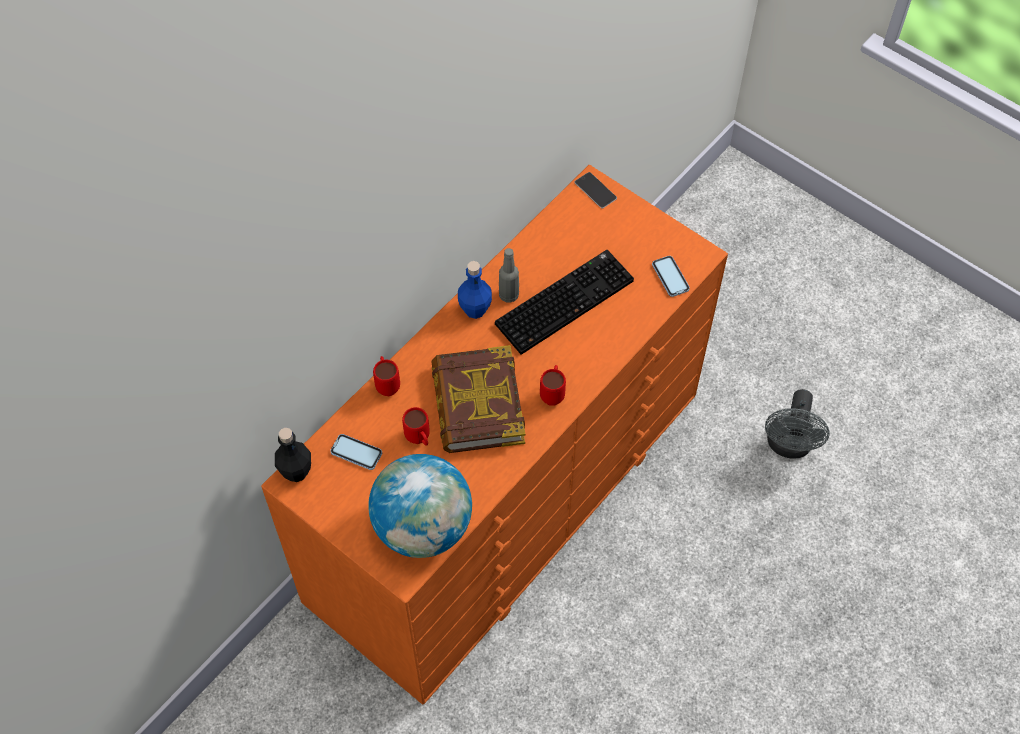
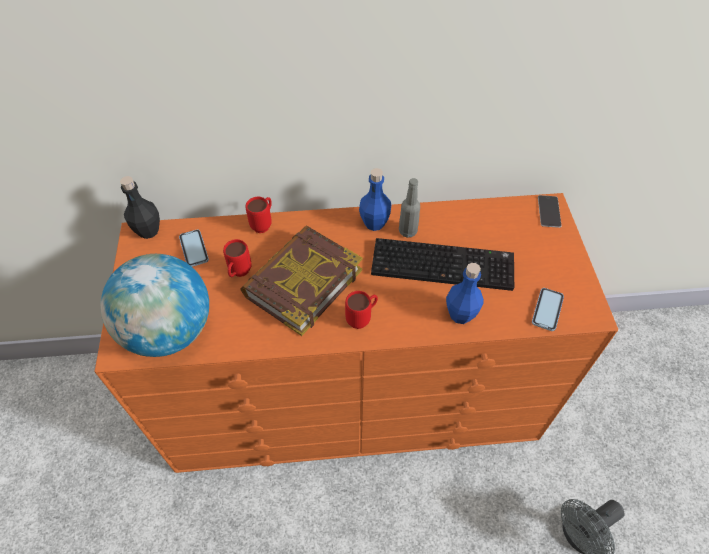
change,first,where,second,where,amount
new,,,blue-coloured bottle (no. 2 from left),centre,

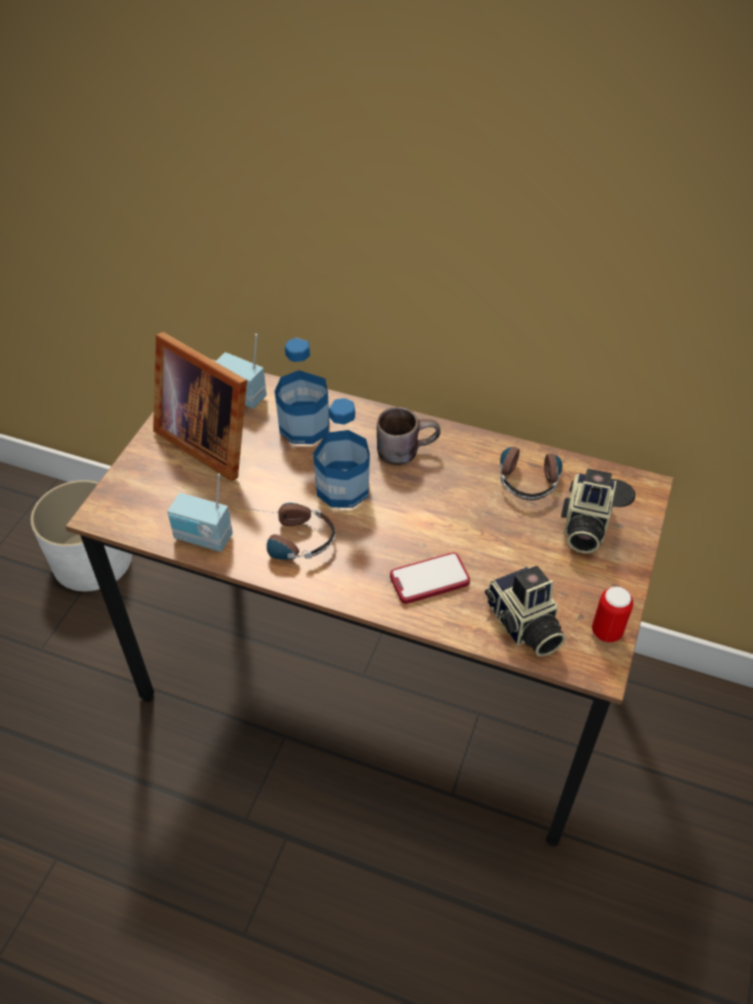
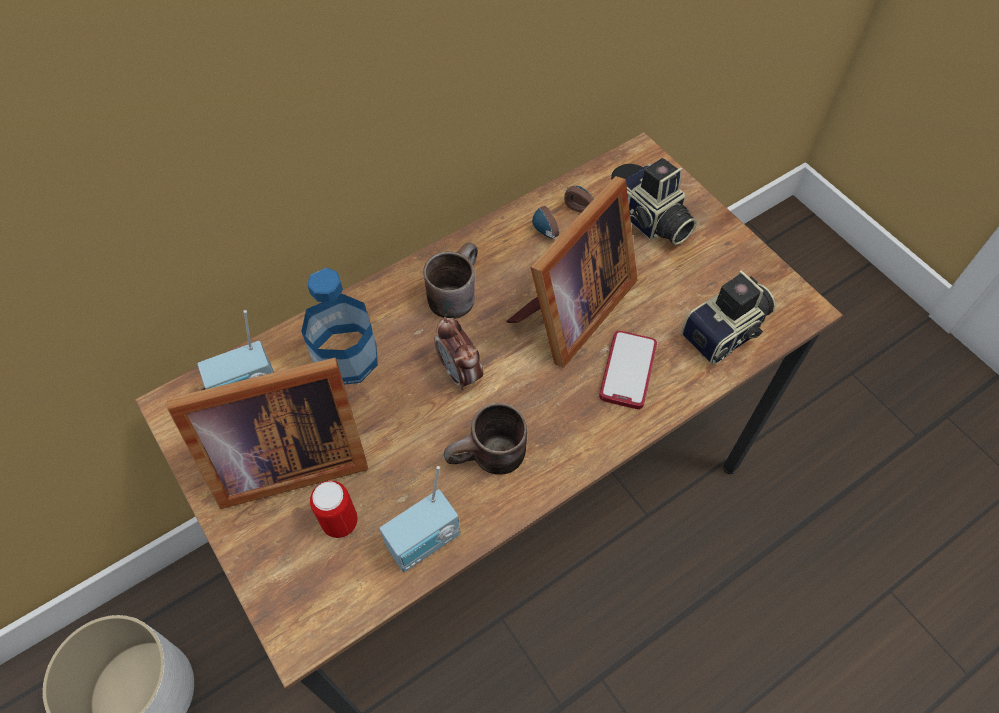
change,first,where,second,where,amount
swapped,headset (no. 1 from left),centre,brown coffee mug (no. 2 from left),centre,
swapped,bottle (no. 2 from left),centre,table clock,centre,
rotated,photo camera (no. 1 from left in the first image),middle right,photo camera (no. 2 from left),middle right,45 degrees counterclockwise
shifted,metal can,middle right,,bottom centre,
new,,,standing frame (no. 2 from left),centre,

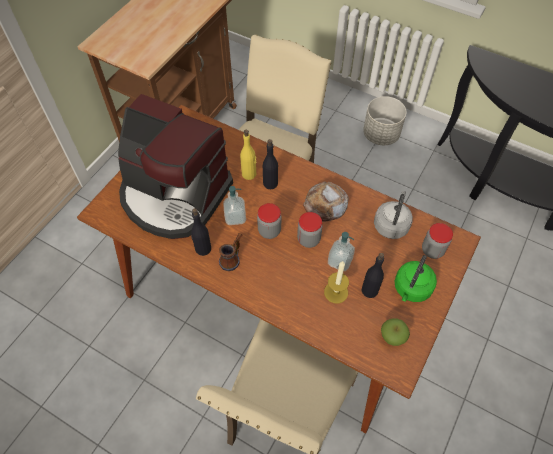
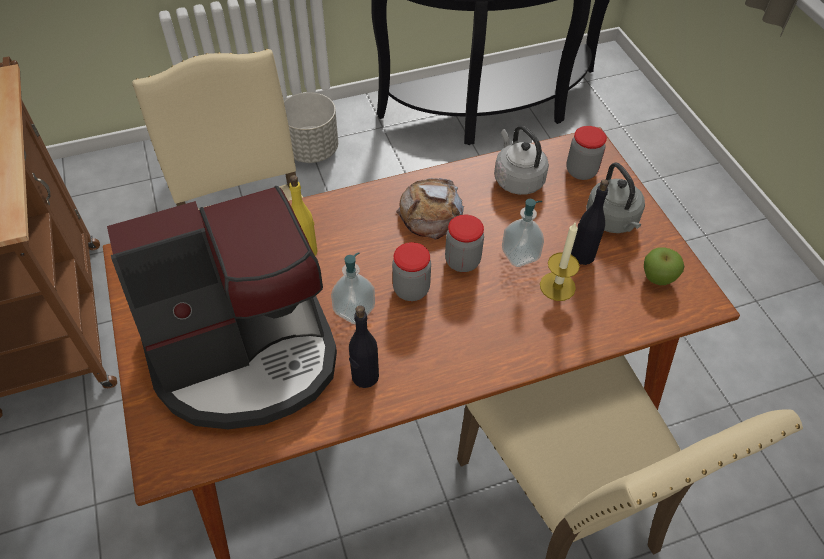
change,first,where,second,where,amount
gone,coffee mug,centre,,,
gone,black bottle (no. 2 from left),centre,,,
repainted,green-coloured water kettle,middle right,greyish water kettle (no. 2 from left),middle right,

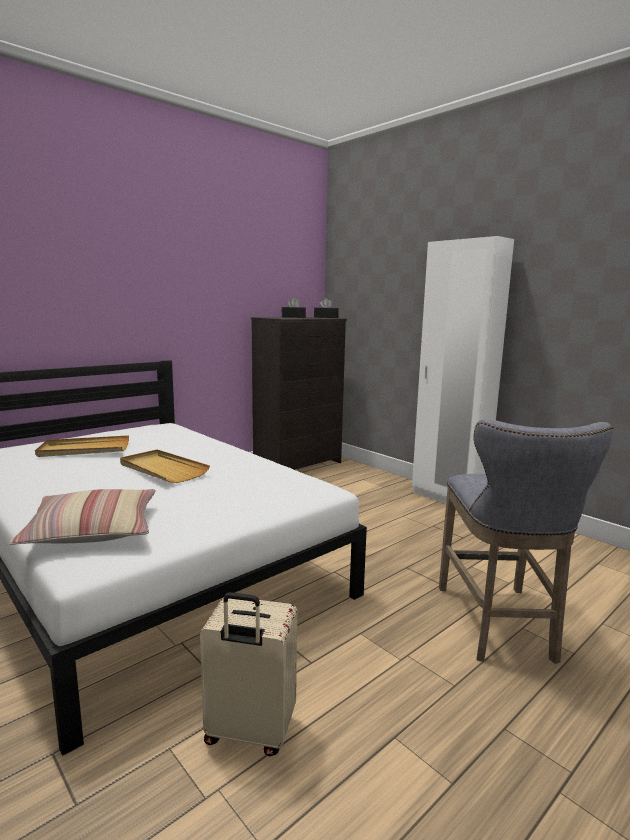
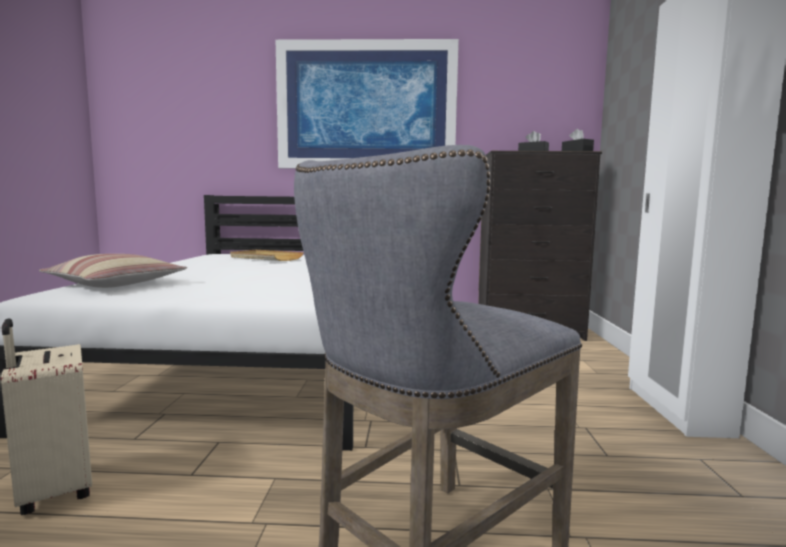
change,first,where,second,where,amount
gone,beige carrying tray (no. 2 from left),middle left,,,
new,,,picture,top centre,

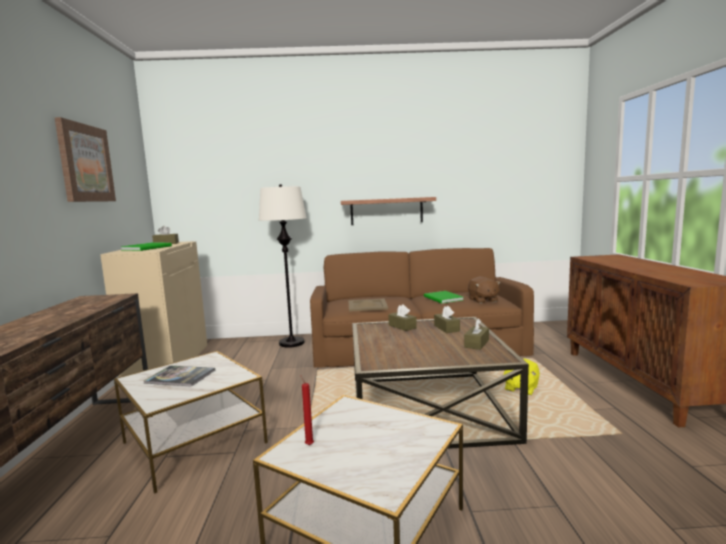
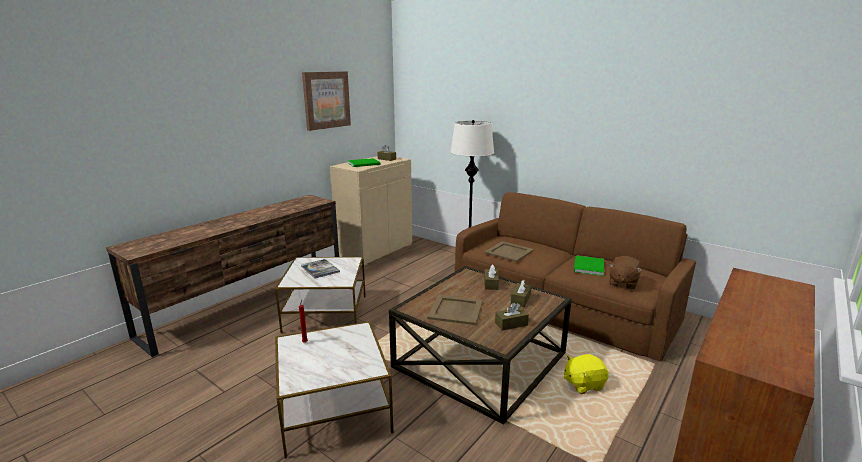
change,first,where,second,where,amount
gone,bracket shelf,centre,,,
new,,,beige carrying tray (no. 1 from left),bottom centre,

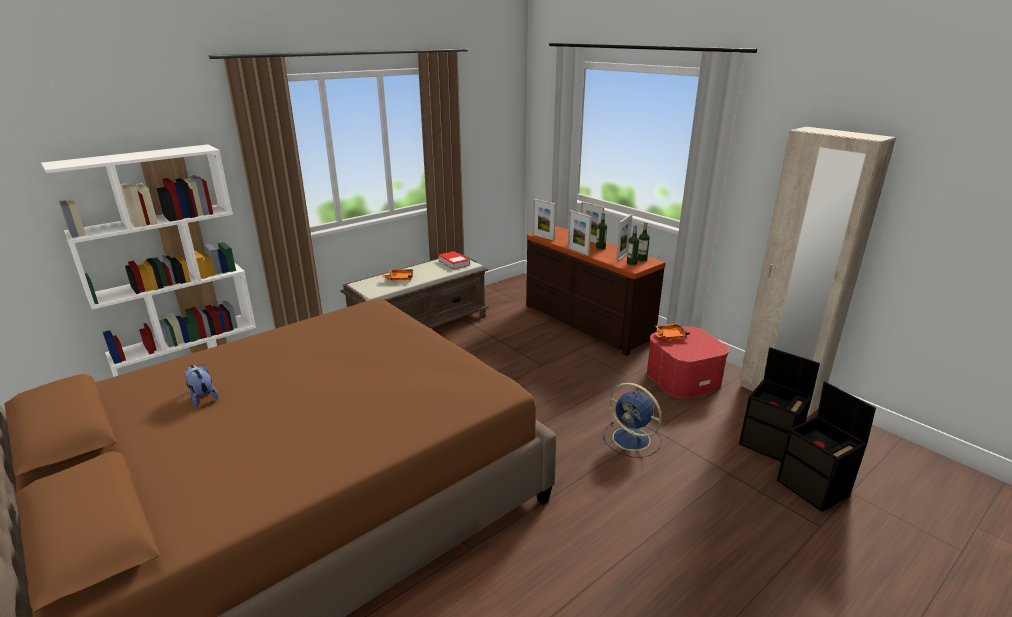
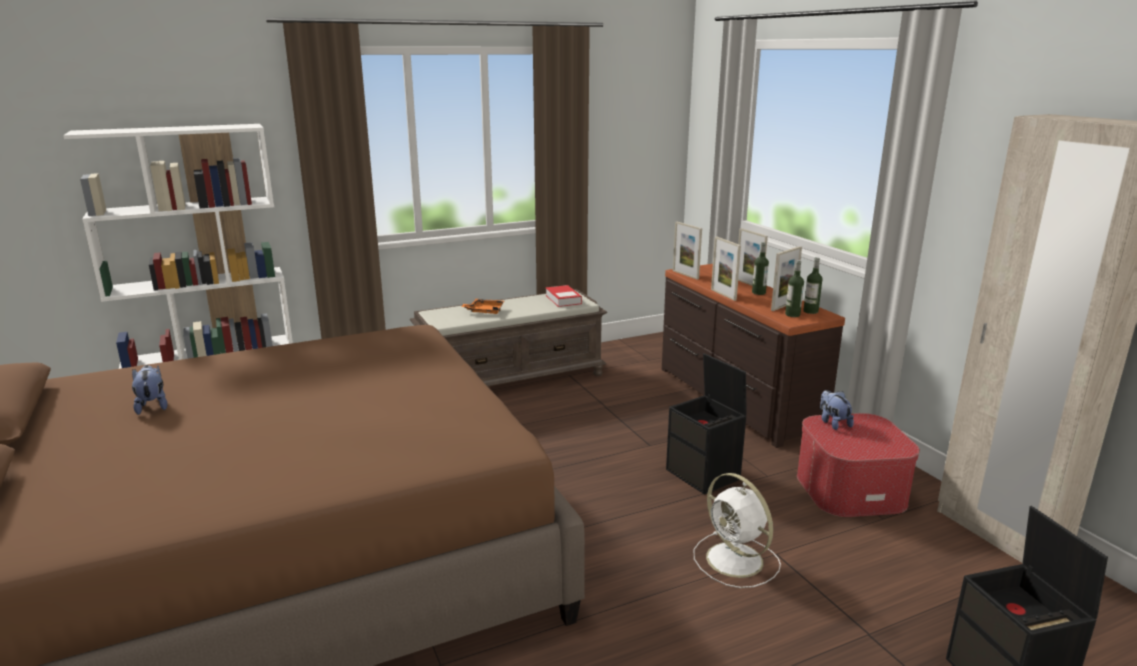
change,first,where,second,where,amount
repainted,blue-coloured cooling fan,bottom centre,white cooling fan,bottom centre,
swapped,orange-coloured carrying tray (no. 2 from left),centre,cuddly toy (no. 2 from left),middle right,
shifted,black storage box (no. 1 from left),middle right,,centre,

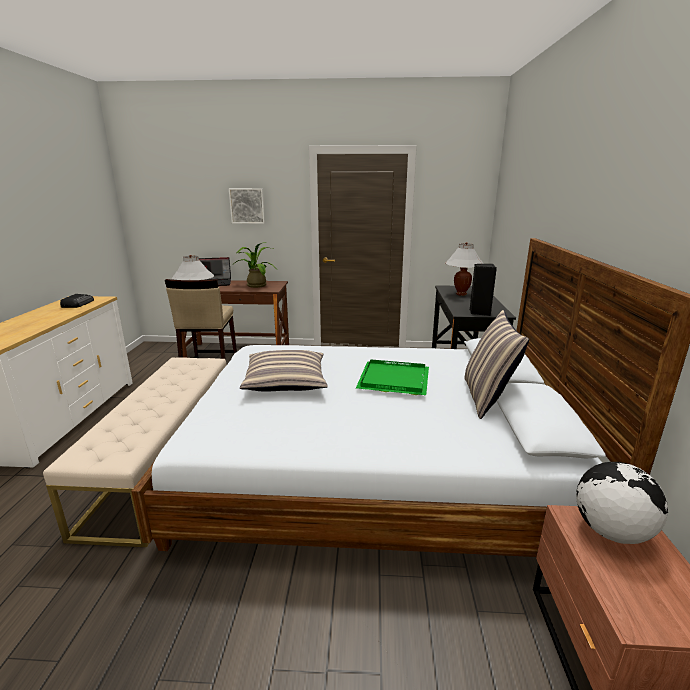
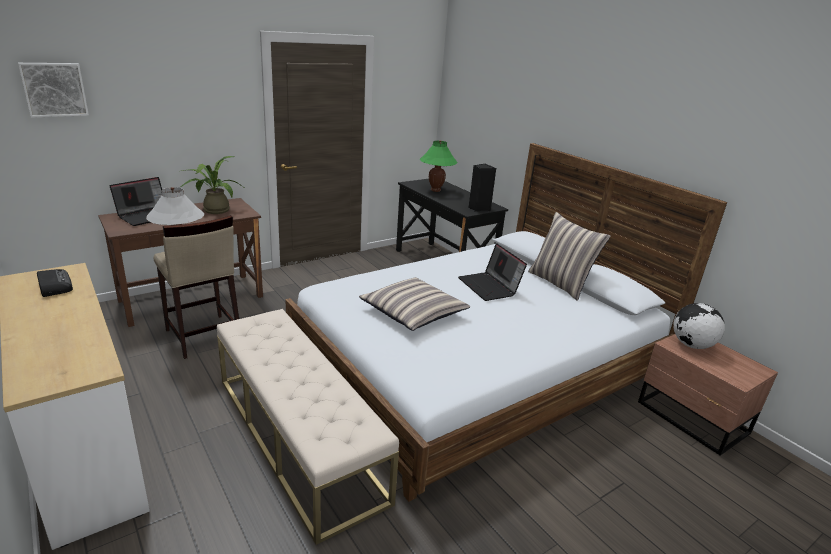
change,first,where,second,where,amount
shifted,picture,top centre,,top left,
swapped,green-coloured carrying tray,centre,notebook computer (no. 2 from left),centre,
repainted,white lamp for a table (no. 2 from left),middle right,green-coloured lamp for a table,top centre,

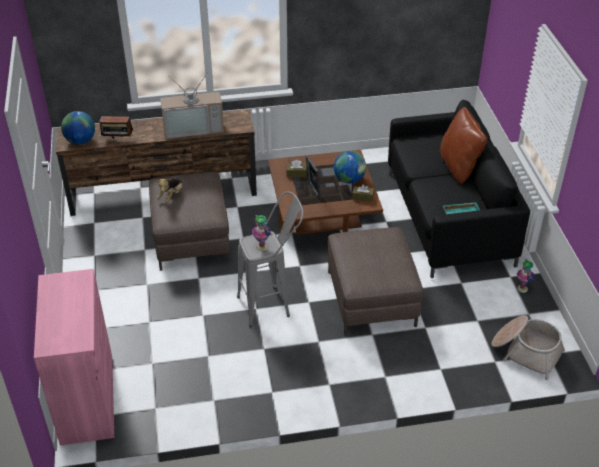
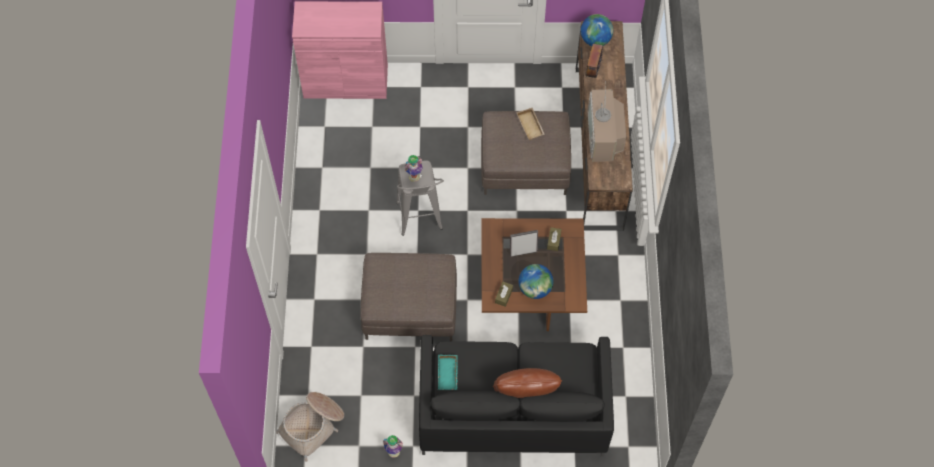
change,first,where,second,where,amount
swapped,cuddly toy,middle left,beige carrying tray,top centre,

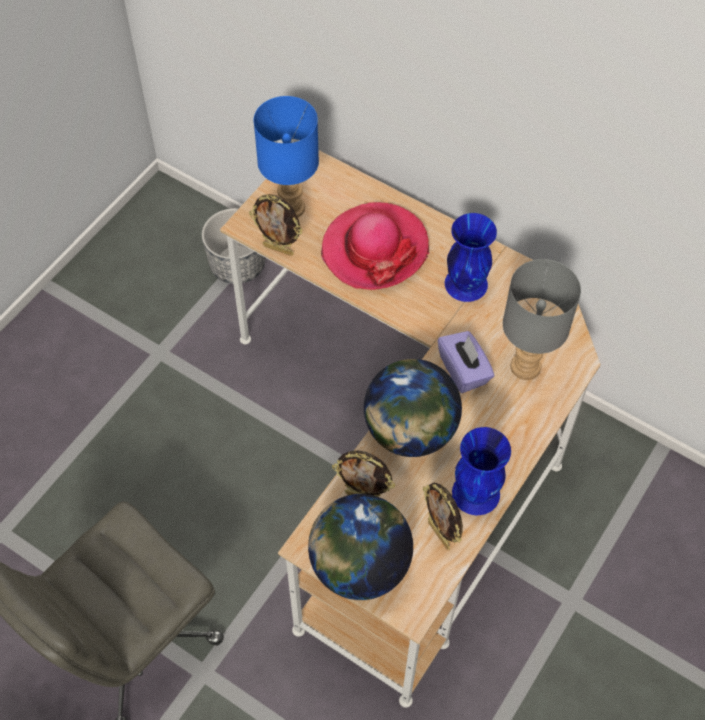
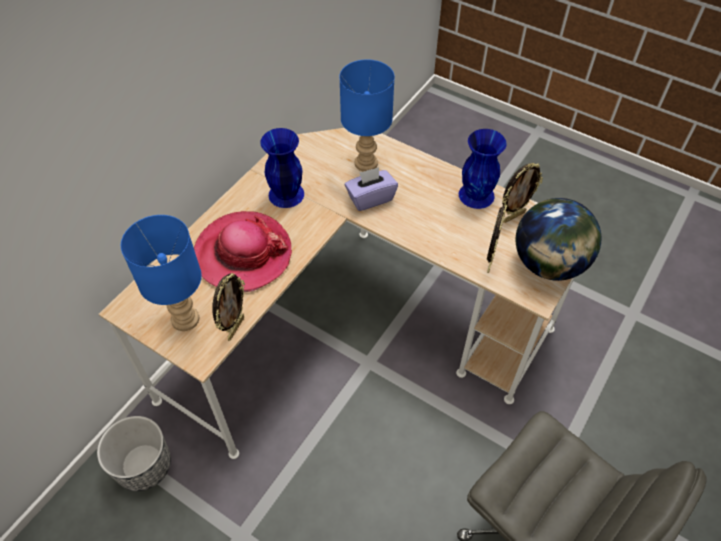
change,first,where,second,where,amount
gone,globe (no. 2 from left),centre,,,
repainted,greyish lamp for a table,middle right,blue-coloured lamp for a table (no. 2 from left),top centre,

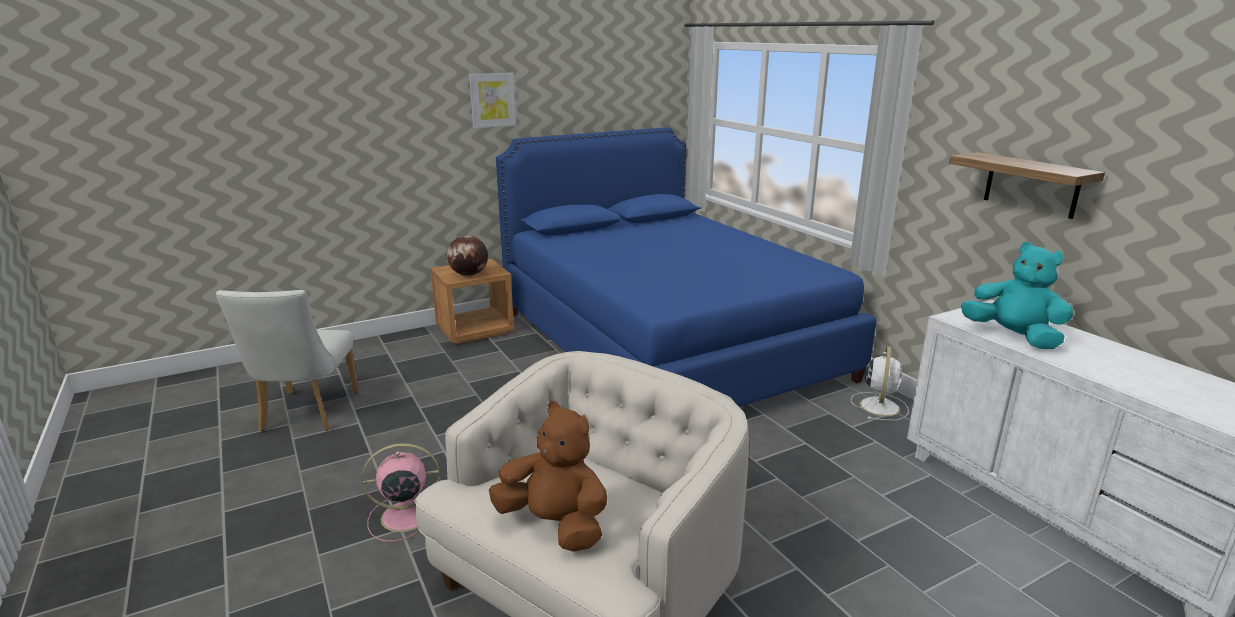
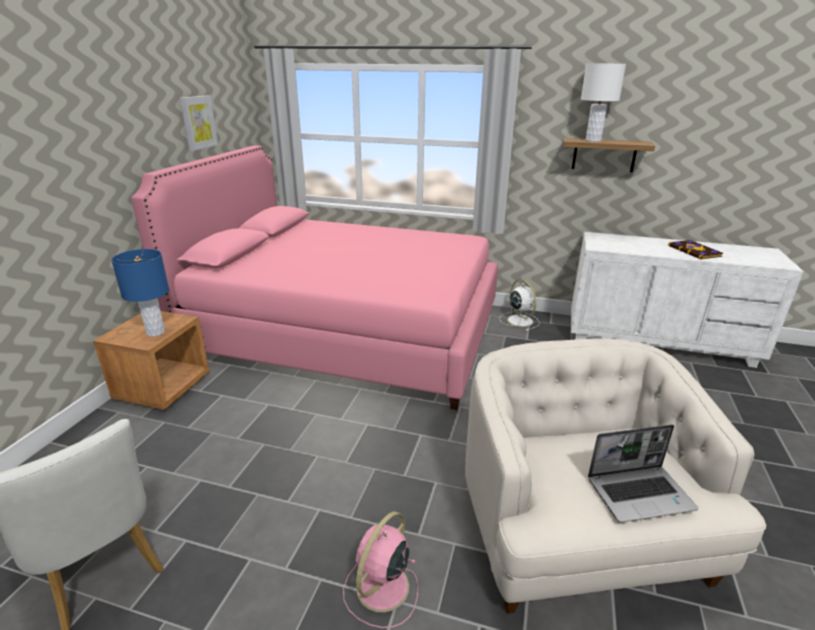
change,first,where,second,where,amount
swapped,globe,centre,blue-coloured lamp for a table,middle left,
shifted,picture,top centre,,top left,
swapped,brown cuddly toy,bottom centre,notebook computer,bottom right,
repainted,blue-coloured bed,centre,pinkish bed,centre,
gone,turquoise-coloured cuddly toy,middle right,,,
new,,,white lamp for a table,top right,
new,,,volume,middle right,

